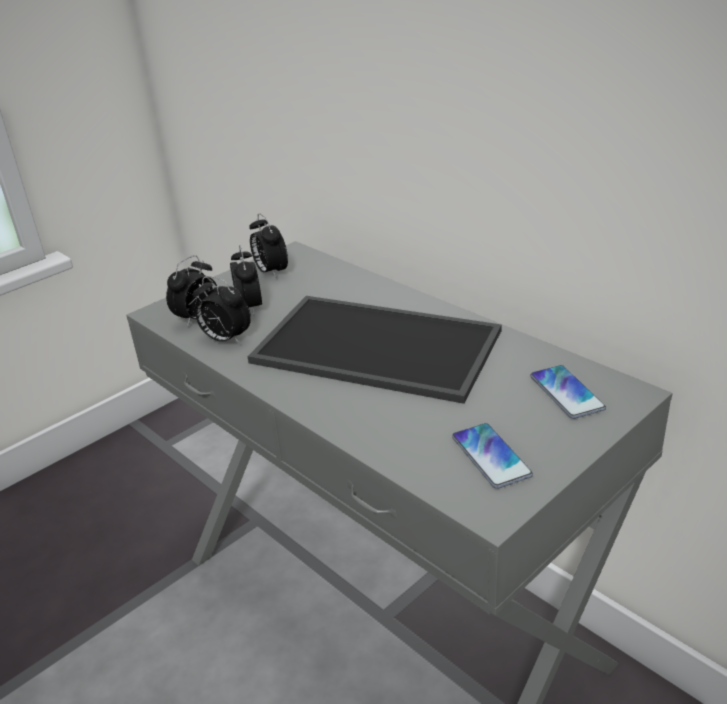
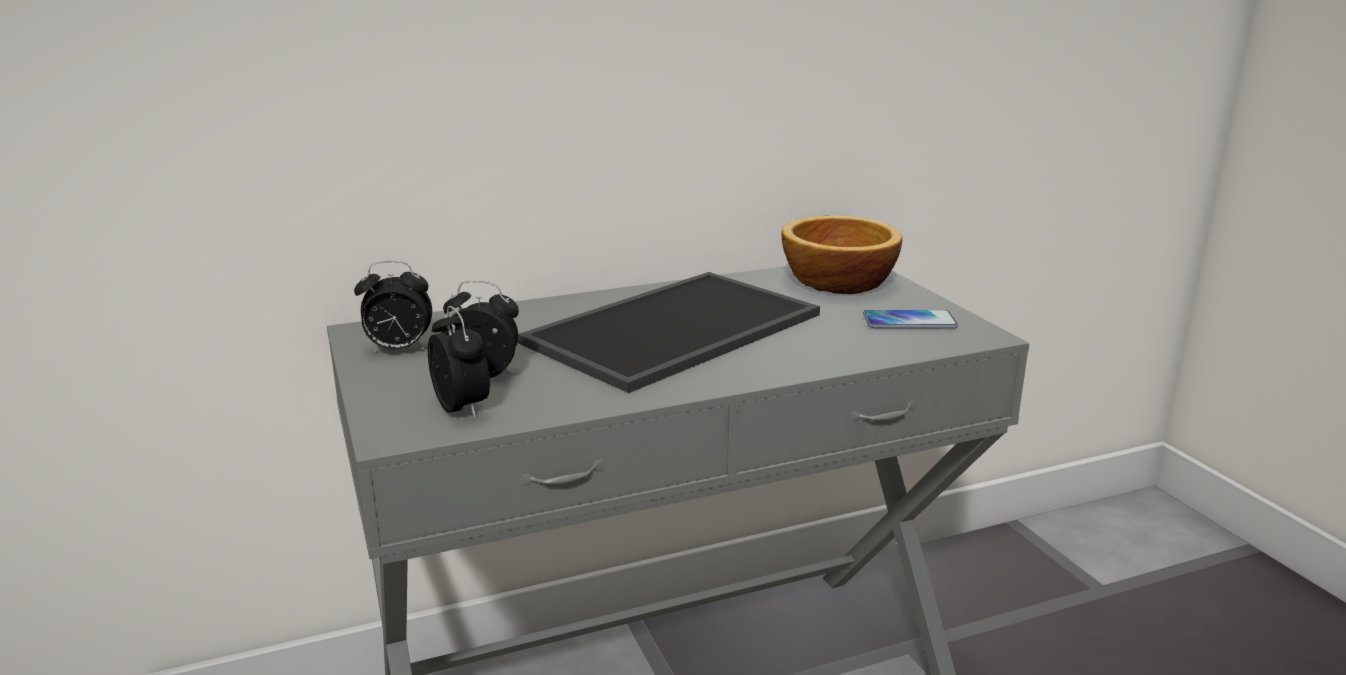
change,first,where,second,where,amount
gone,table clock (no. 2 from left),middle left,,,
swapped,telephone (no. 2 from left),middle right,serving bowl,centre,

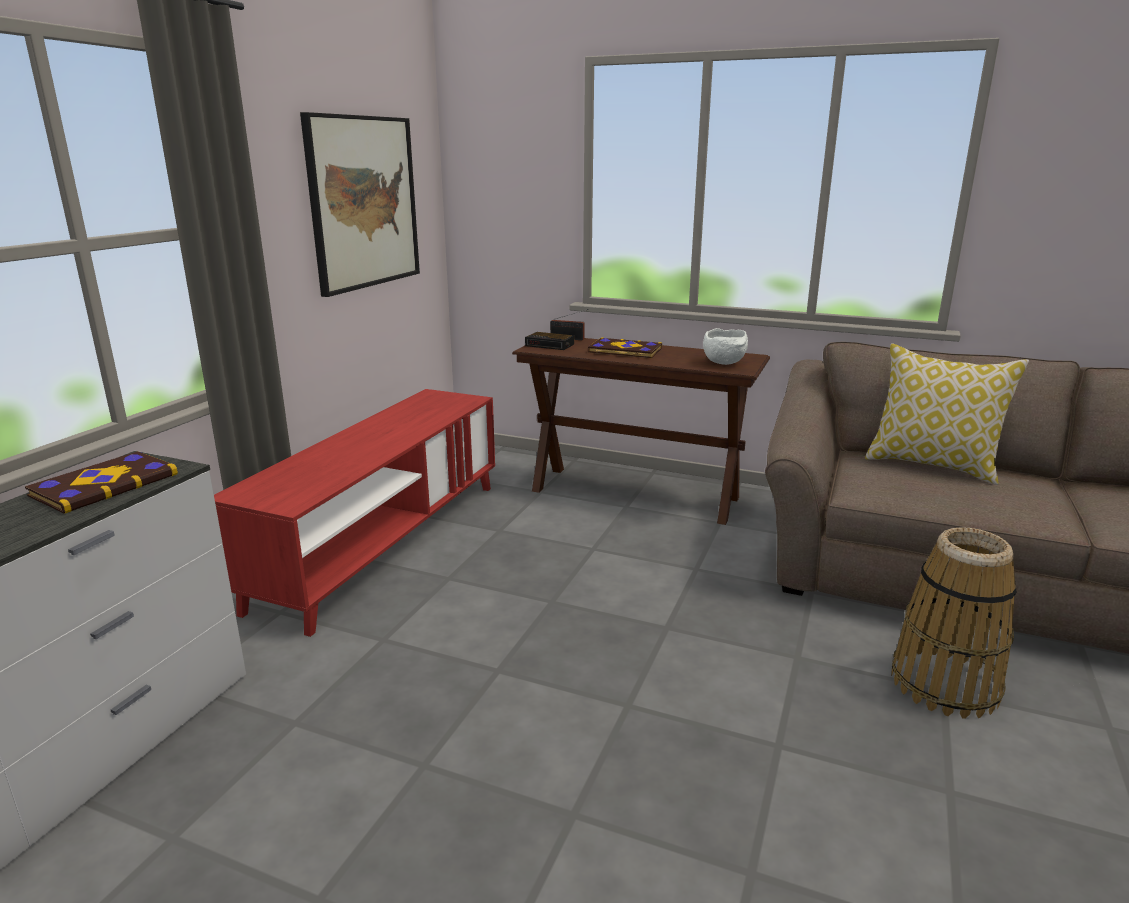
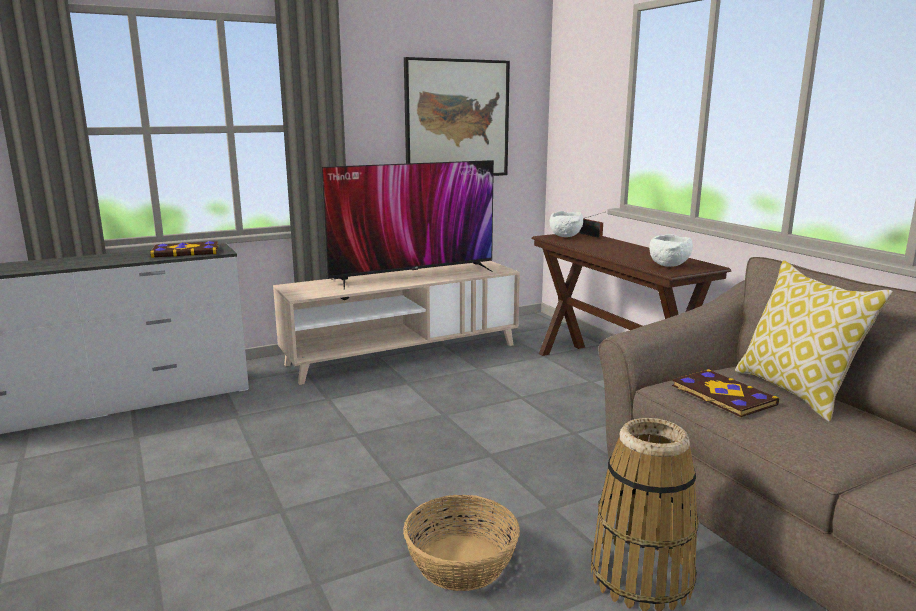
change,first,where,second,where,amount
repainted,reddish media console,middle left,beige media console,centre,
swapped,table clock,centre,white serving bowl (no. 1 from left),centre,
shifted,volume (no. 2 from left),centre,,middle right,
new,,,television,centre,
new,,,storage basket (no. 1 from left),bottom centre,

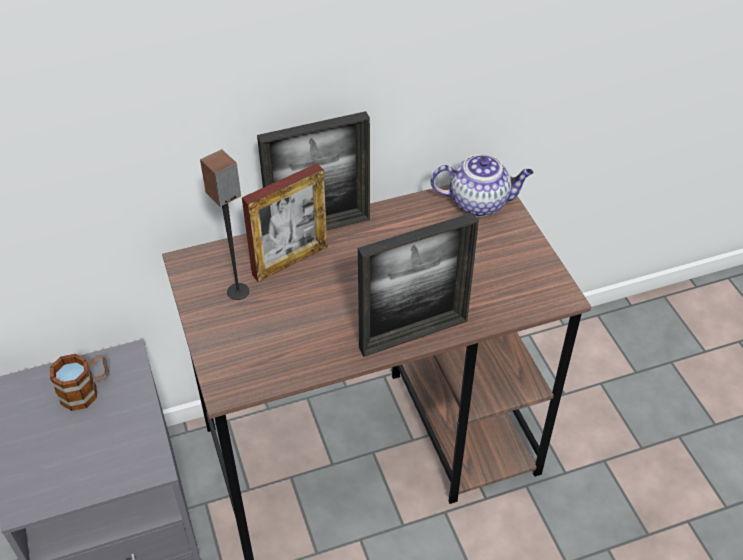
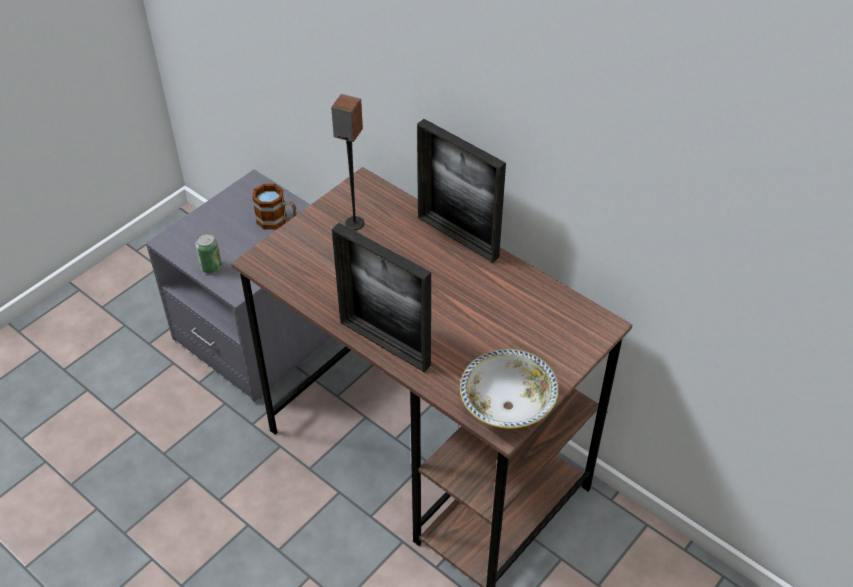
change,first,where,second,where,amount
gone,standing frame (no. 1 from left),centre,,,
gone,teapot,top centre,,,
new,,,metal can,middle left,
new,,,serving bowl,centre,

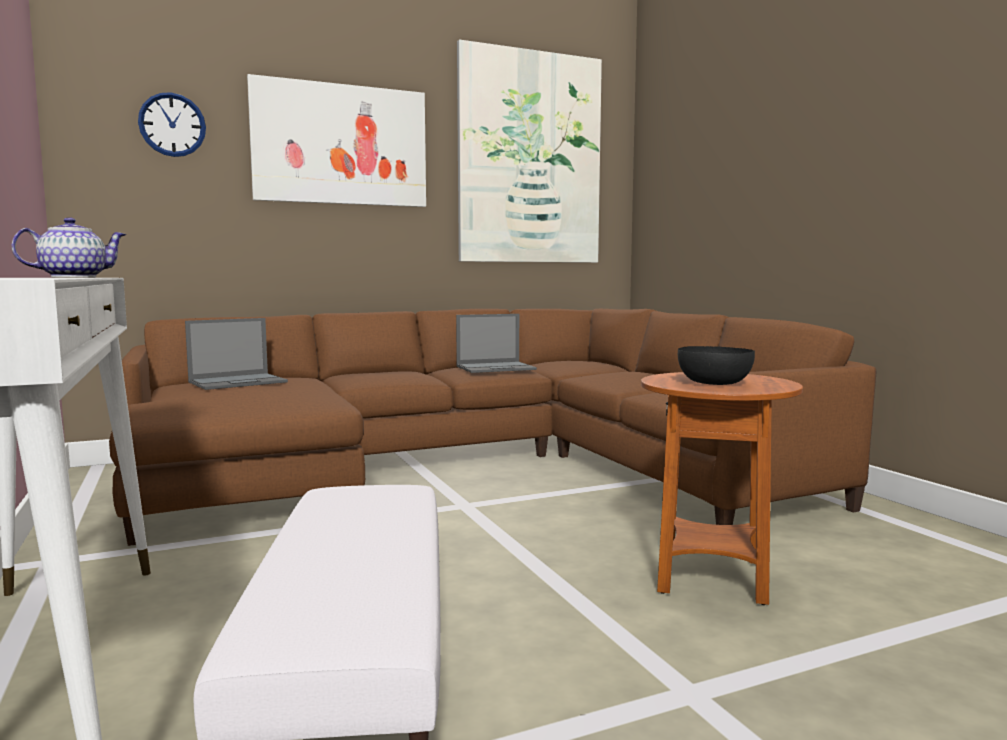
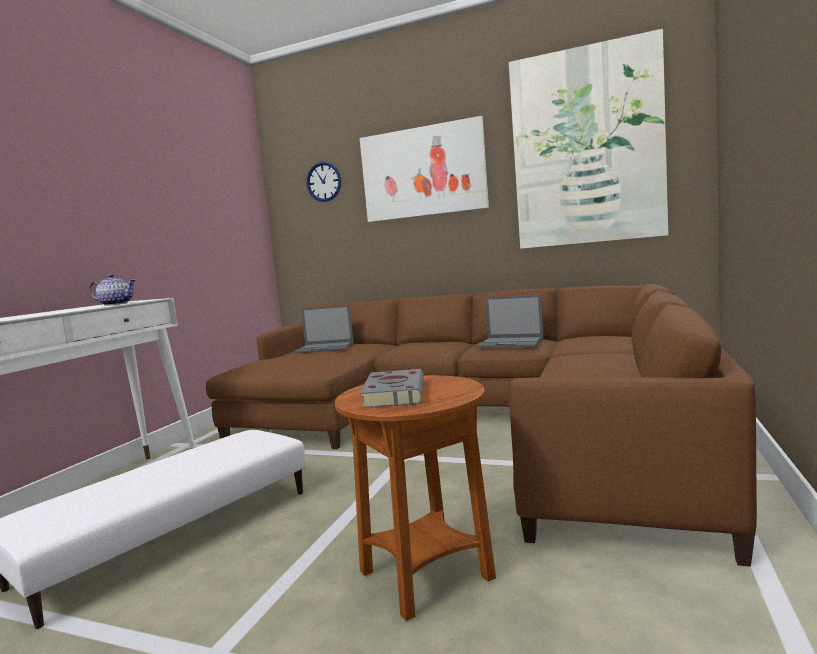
change,first,where,second,where,amount
swapped,black serving bowl,middle right,greyish volume,centre,

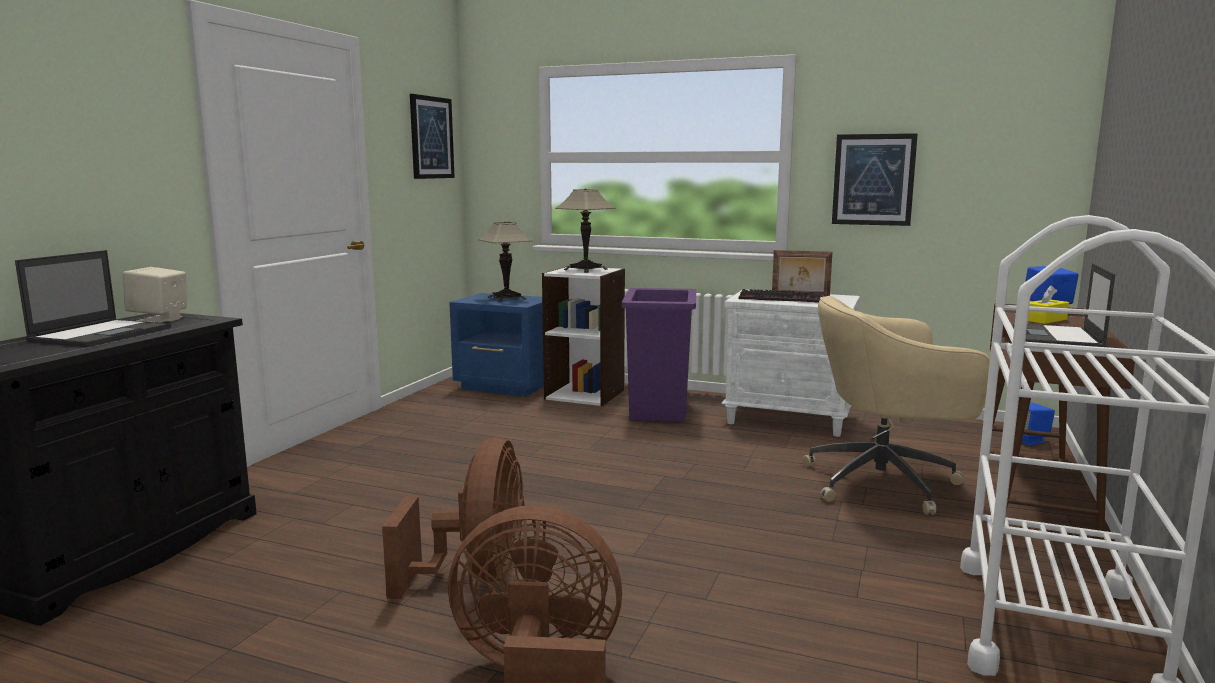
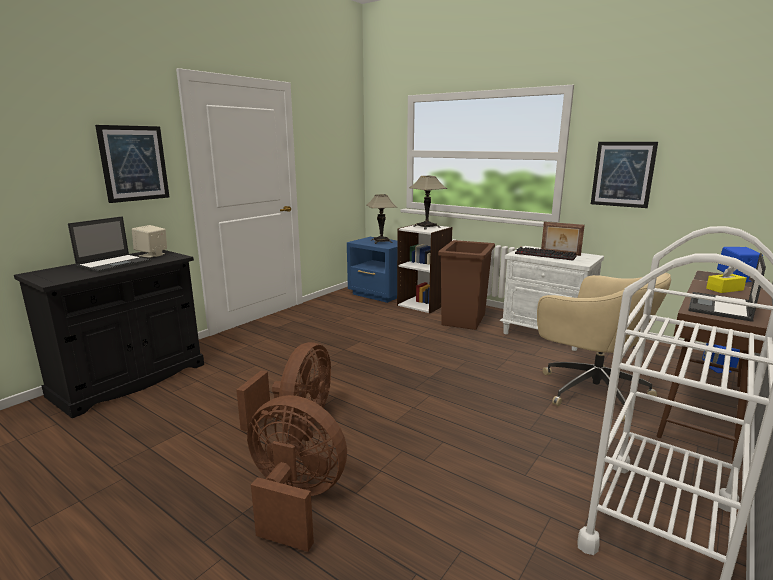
change,first,where,second,where,amount
shifted,picture (no. 1 from left),top centre,,top left,
repainted,purplish rubbish bin,centre,brown rubbish bin,centre,
rotated,beige office chair,middle right,,middle right,150 degrees counterclockwise

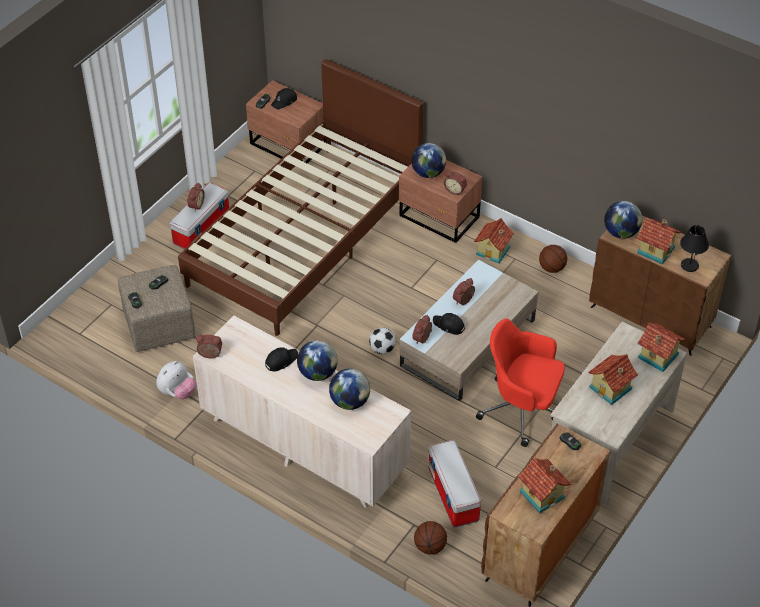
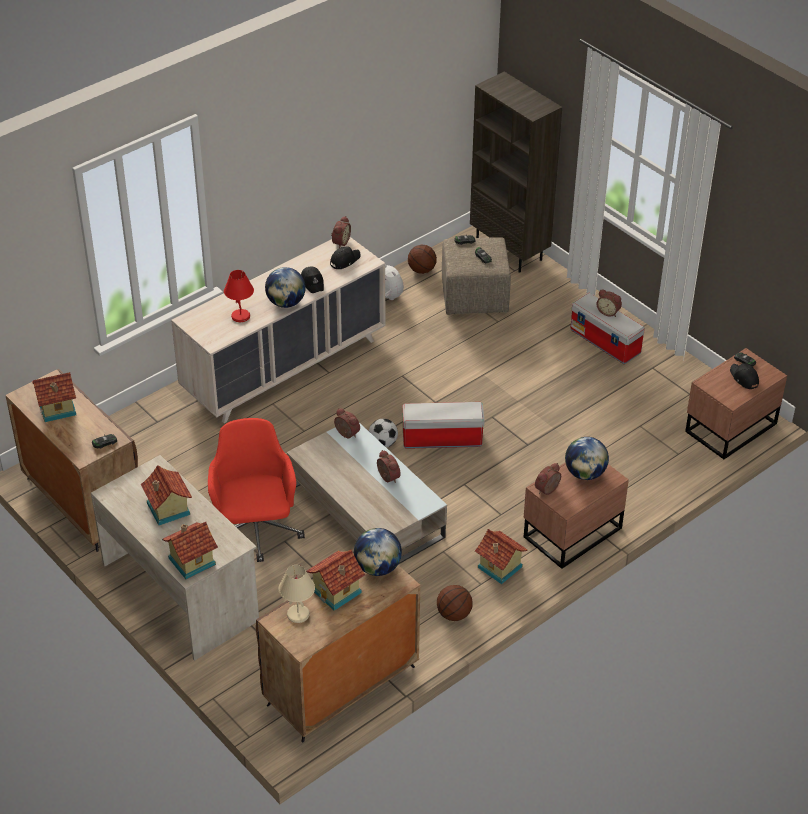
change,first,where,second,where,amount
gone,brown bed,top centre,,,
swapped,globe (no. 2 from left),centre,reddish lamp for a table,middle left,
shifted,basketball (no. 1 from left),bottom centre,,top centre,
shifted,storage box (no. 2 from left in the first image),bottom centre,storage box (no. 1 from left),centre,
shifted,black baseball cap (no. 3 from left in the first image),centre,black baseball cap (no. 2 from left),top centre,
rotated,reddish office chair,middle right,,middle left,45 degrees counterclockwise
repainted,black lamp for a table,middle right,beige lamp for a table,bottom centre,
new,,,brown shelving unit,top centre,

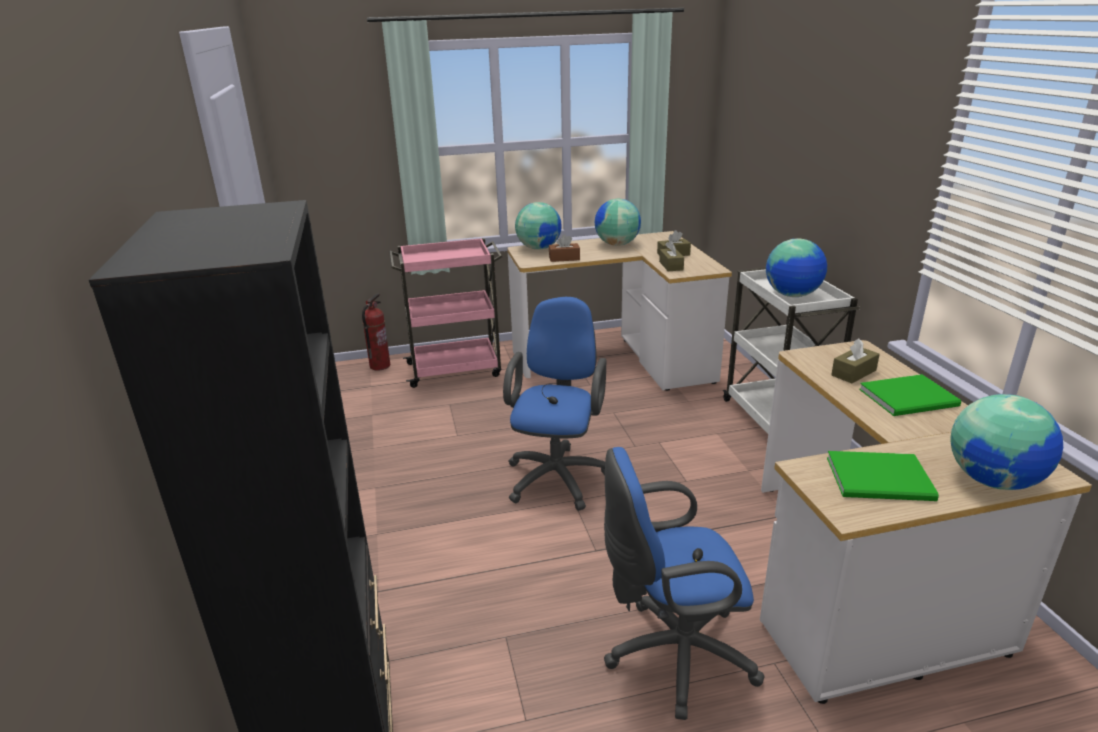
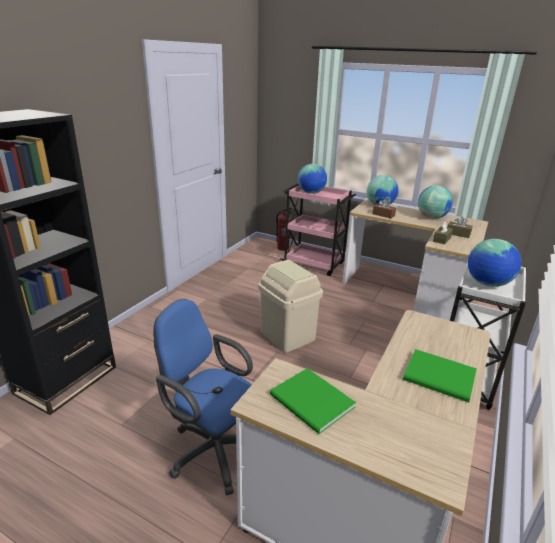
change,first,where,second,where,amount
swapped,blue-coloured office chair (no. 1 from left),centre,beige rubbish bin,centre,
gone,brown box of tissues (no. 4 from left),middle right,,,
shifted,globe (no. 4 from left in the first image),middle right,globe (no. 1 from left),top centre,

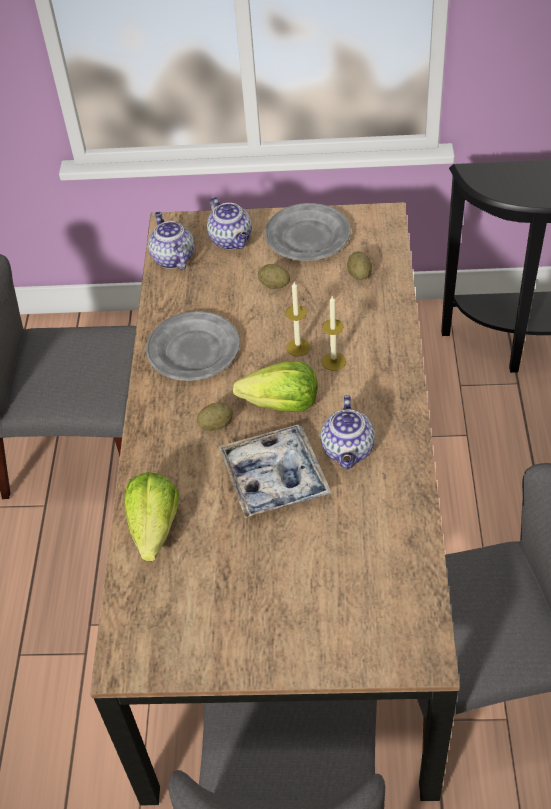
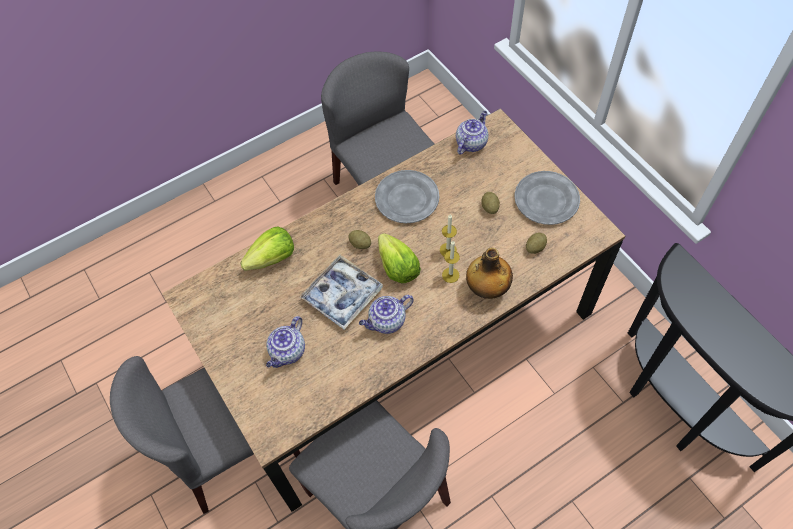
change,first,where,second,where,amount
shifted,teapot (no. 2 from left in the first image),top centre,teapot (no. 1 from left),centre,
new,,,bottle,centre,

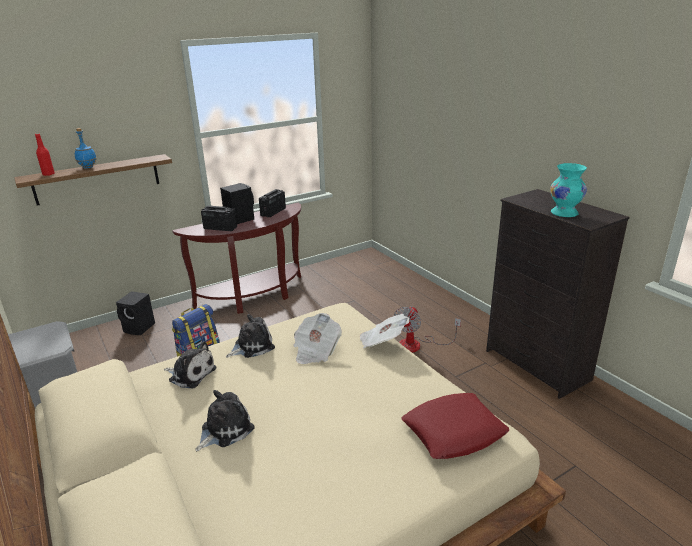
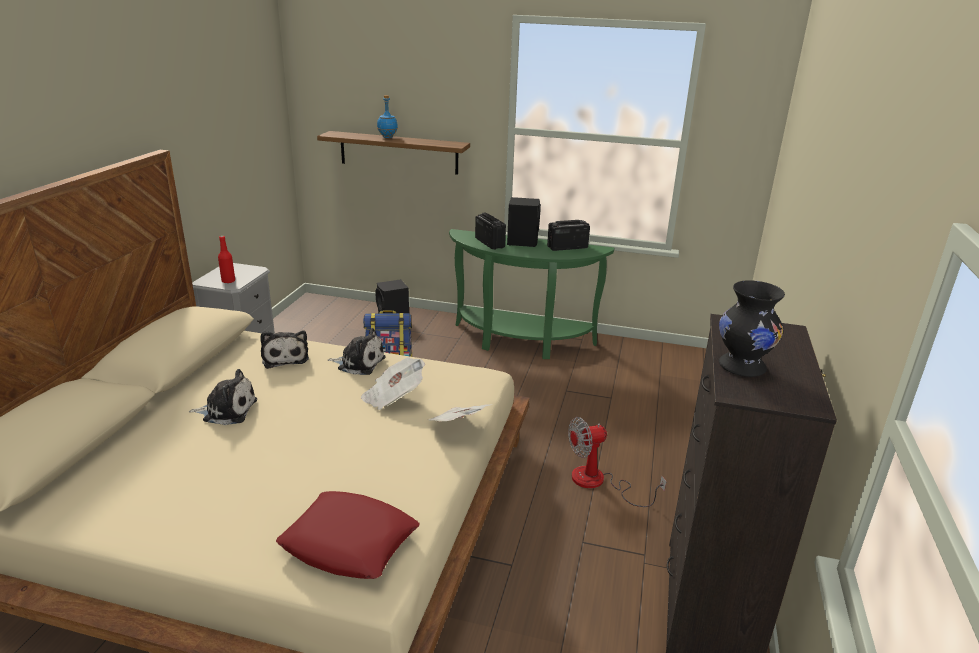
change,first,where,second,where,amount
shifted,reddish bottle,top left,,middle left,
repainted,brown console table,centre,green-coloured console table,centre,
repainted,turquoise-coloured vase,middle right,black vase,middle right,

